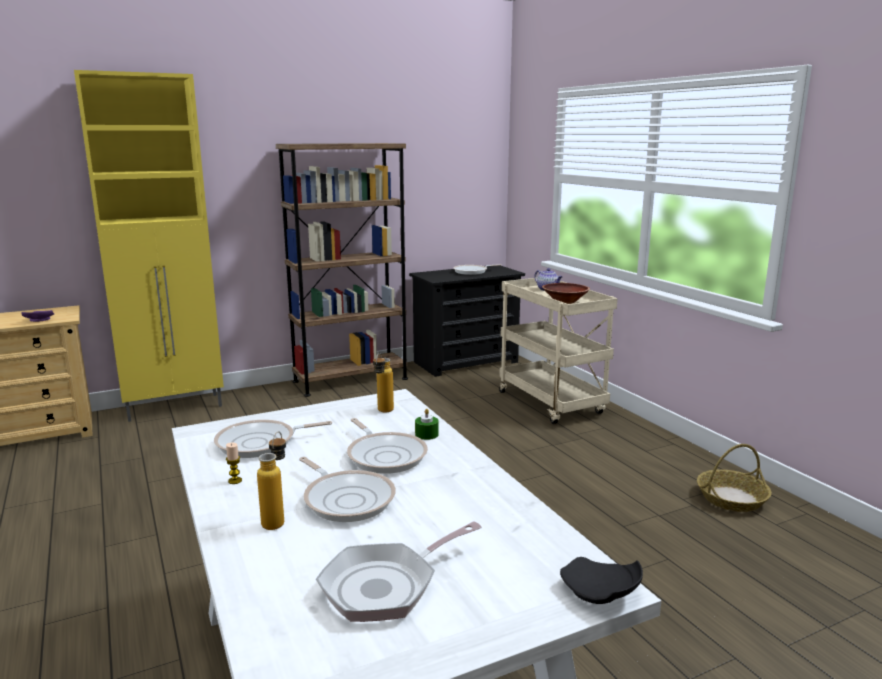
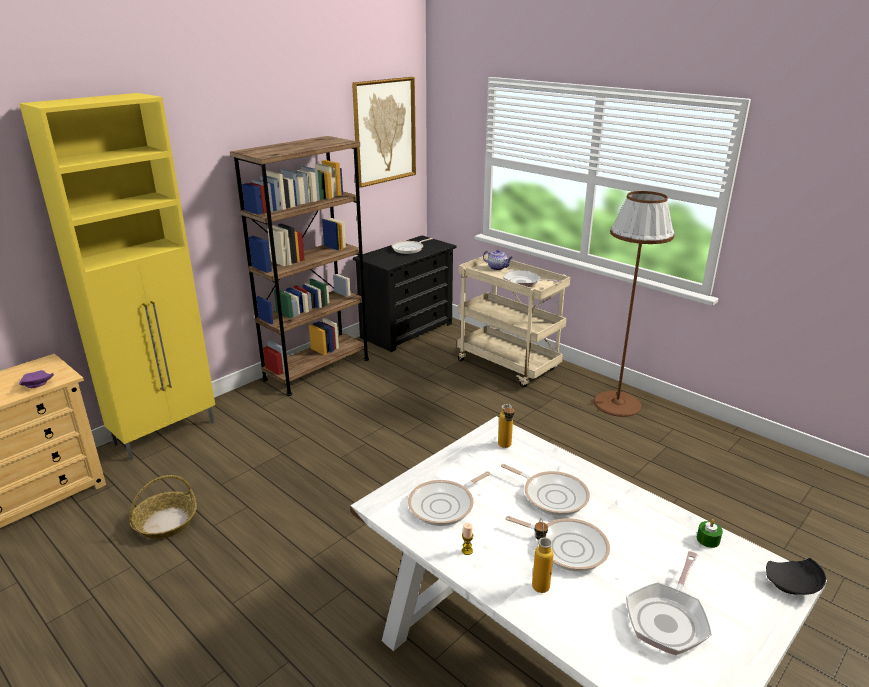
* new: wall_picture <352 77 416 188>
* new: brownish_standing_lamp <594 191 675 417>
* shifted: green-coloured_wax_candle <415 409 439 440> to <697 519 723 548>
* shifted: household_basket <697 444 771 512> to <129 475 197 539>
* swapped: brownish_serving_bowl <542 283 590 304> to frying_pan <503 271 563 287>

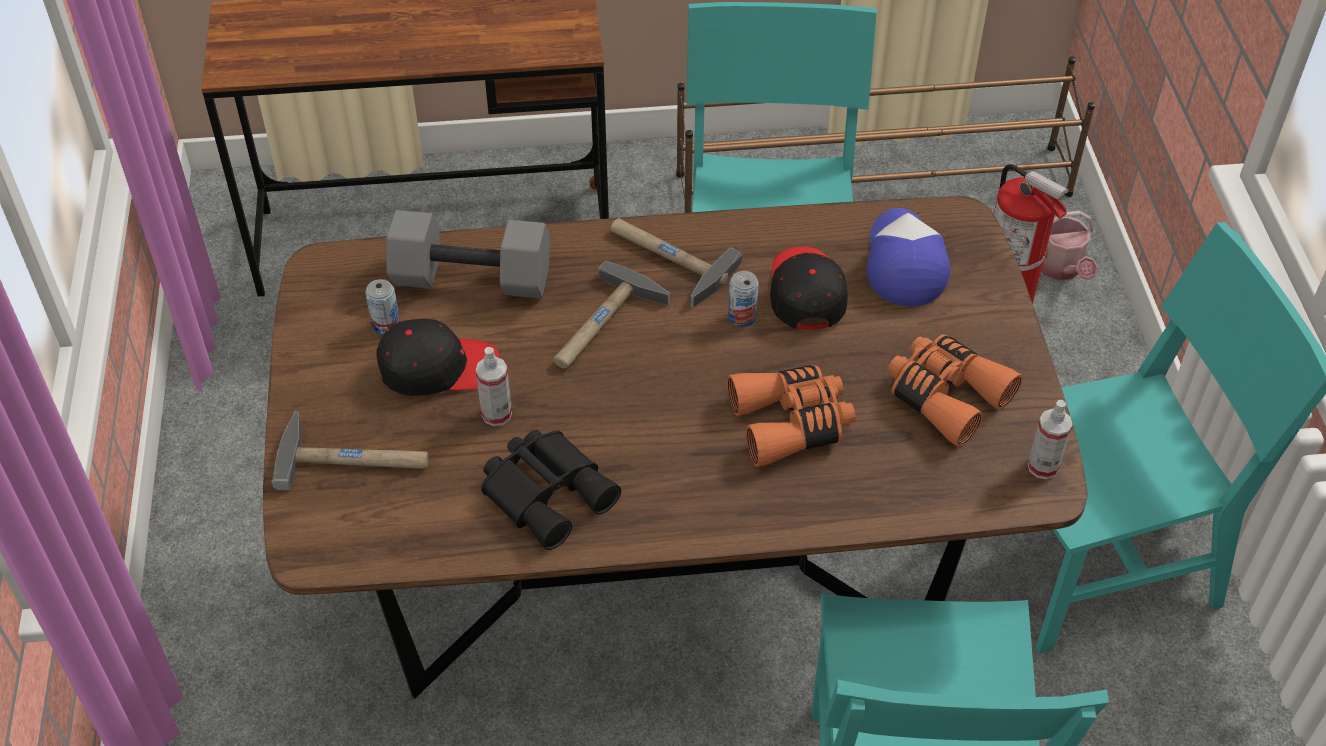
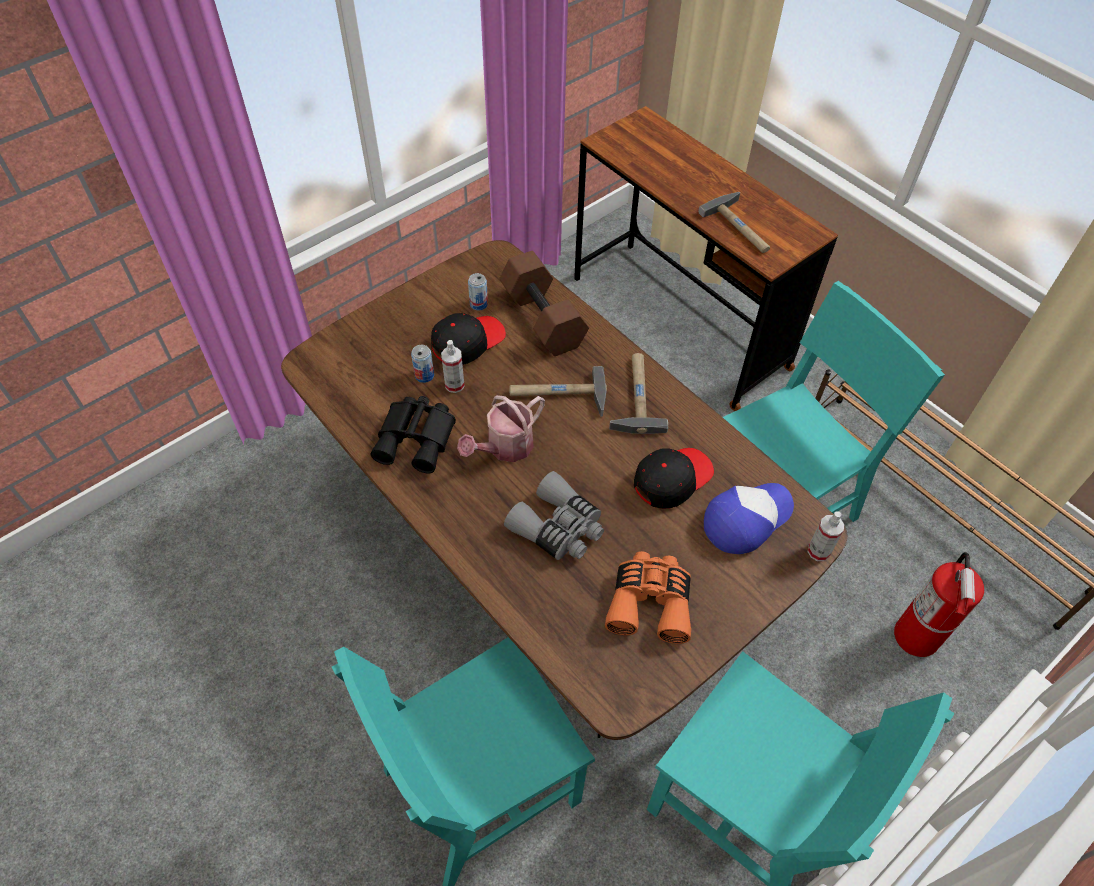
* shifted: tool_hammer <271 412 428 490> to <698 192 770 253>
* shifted: metal_can <728 271 759 327> to <411 345 434 383>
* shifted: spray_bottle <1027 400 1073 479> to <808 511 844 561>
* shifted: sprinkling_can <1041 211 1098 280> to <457 395 545 462>
* repainted: greyish_hand_weight <386 210 550 298> to brownish_hand_weight <499 251 589 356>
* repainted: orange_binoculars <727 365 855 467> to greyish_binoculars <504 471 604 560>
* rotated: black_cap <376 319 500 396> = <431 313 506 365> 90 degrees counterclockwise

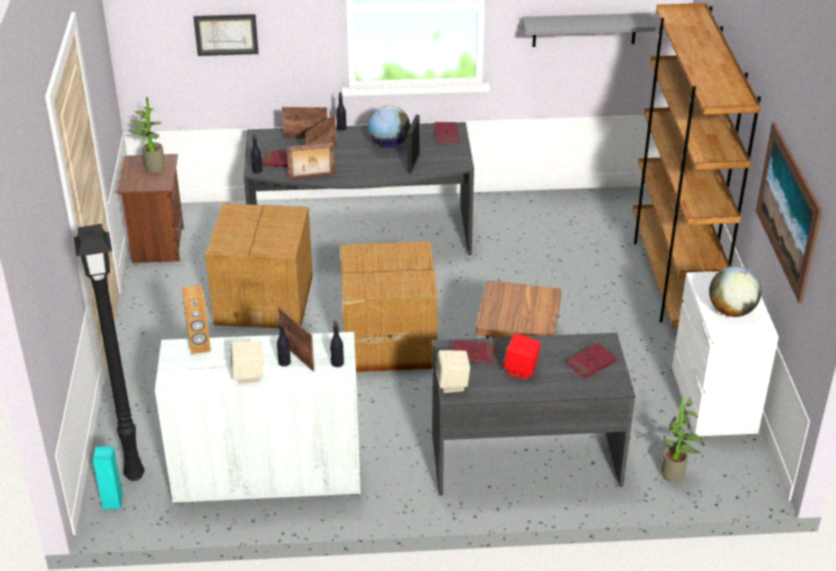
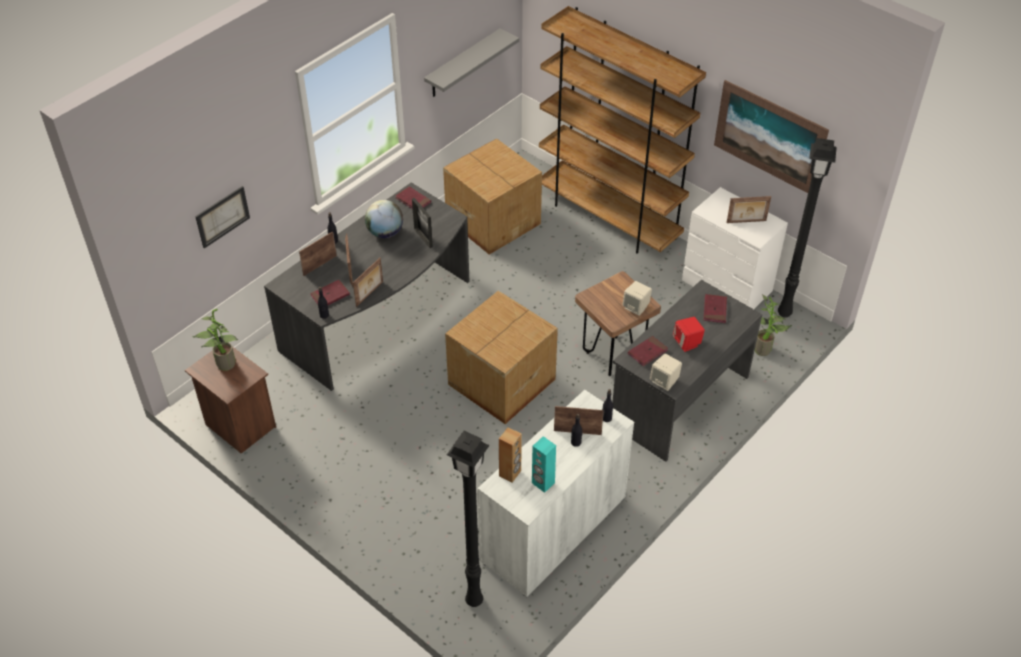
* new: black_standing_lamp <778 138 837 318>
* shifted: turquoise-coloured_audio_speaker <93 446 123 509> to <532 436 556 493>
* shifted: cardboard_box <205 203 313 328> to <443 138 542 255>
* shifted: beige_audio_speaker <231 341 263 385> to <622 281 652 316>
* swapped: desk_globe <709 266 761 317> to photo_frame <726 196 771 223>

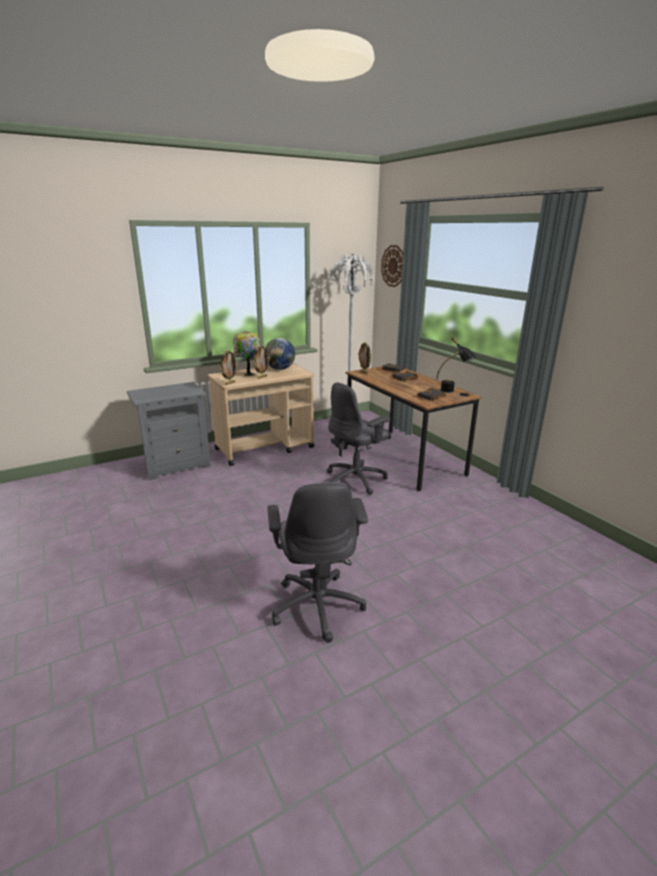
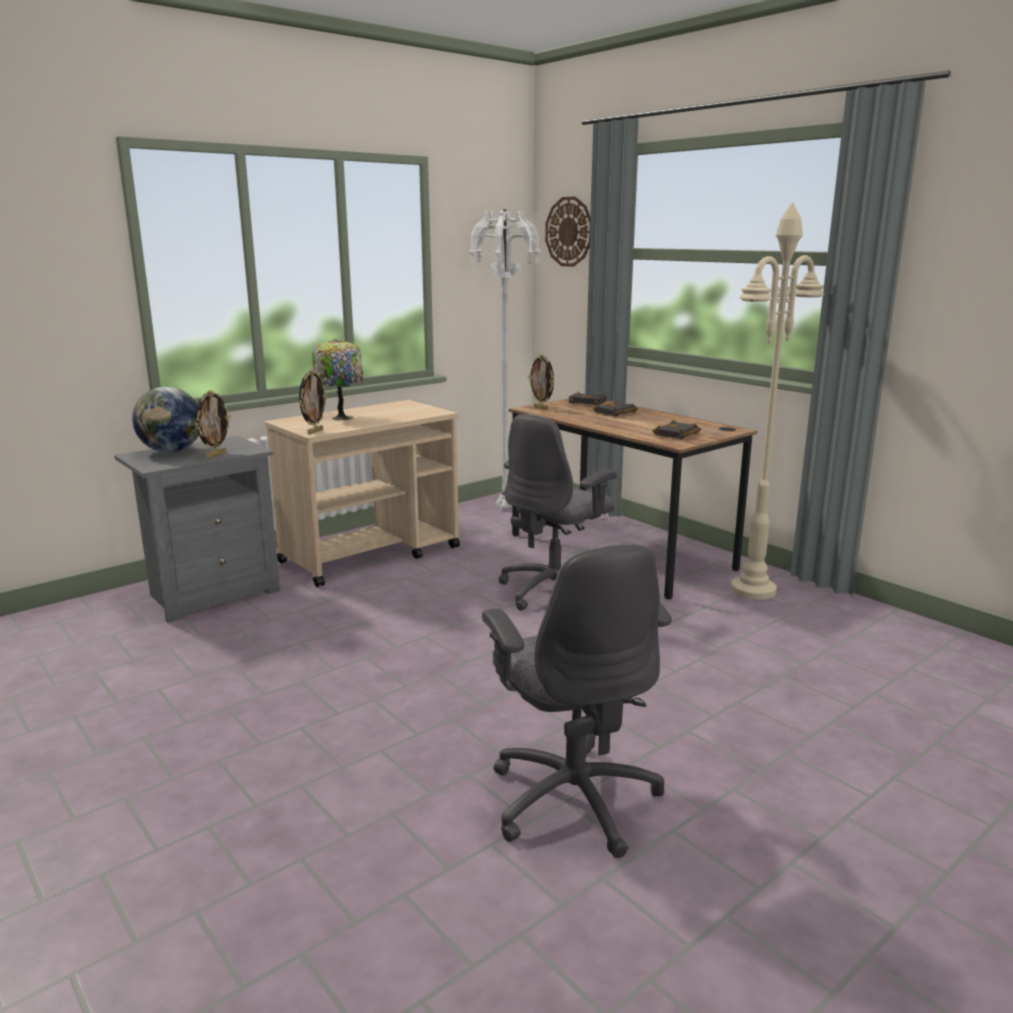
* gone: black_table_lamp <437 337 476 392>
* new: beige_standing_lamp <731 202 824 600>
* shifted: photo_frame <254 345 270 379> to <195 390 231 458>
* shifted: desk_globe <266 338 295 370> to <132 387 199 453>

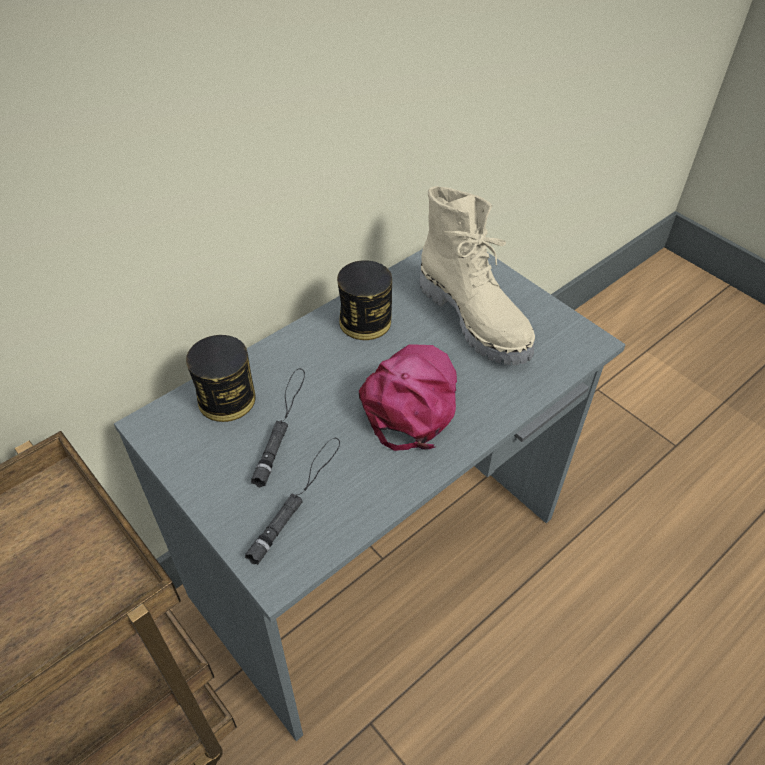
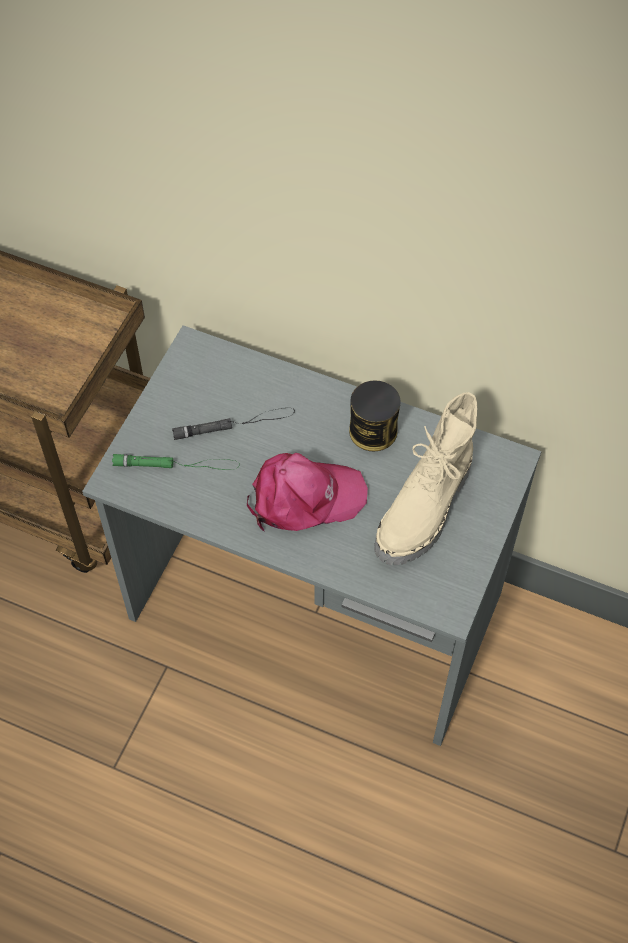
* gone: metal_can <186 335 255 422>
* repainted: black_flashlight <245 438 340 565> to green-coloured_flashlight <112 454 240 470>

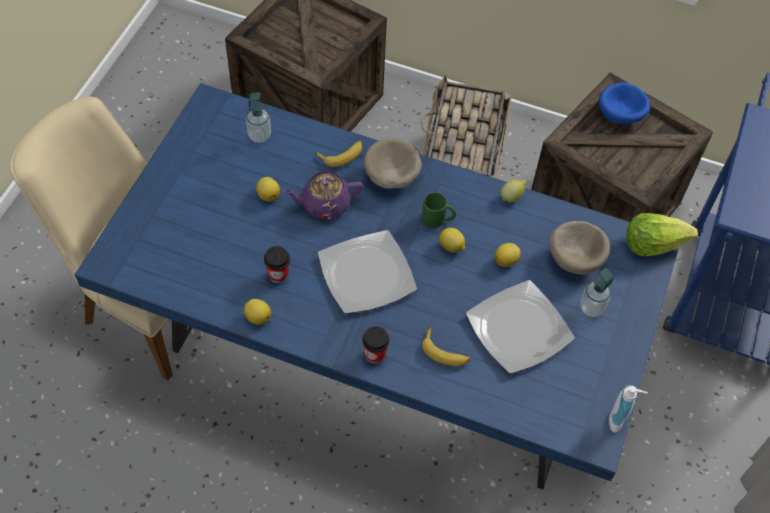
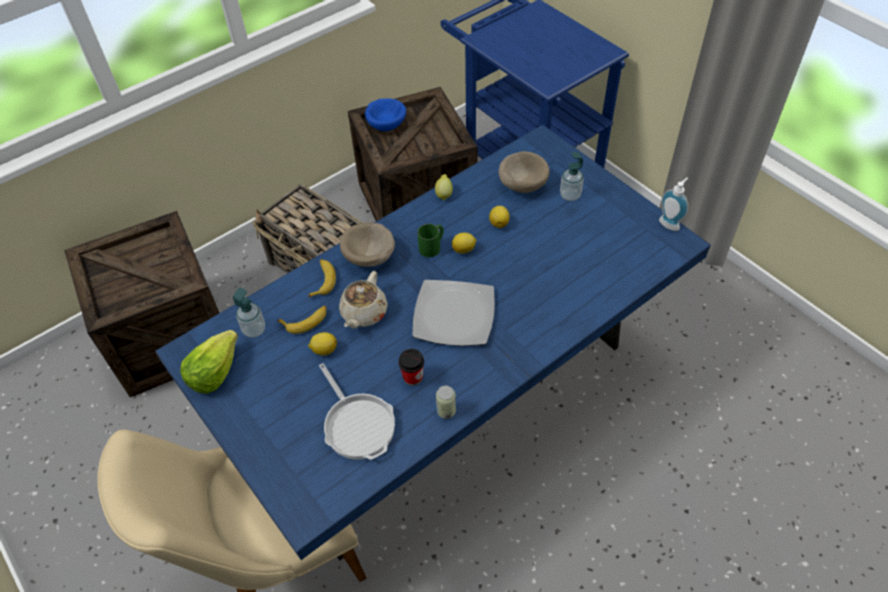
* gone: cup <362 326 389 364>
* gone: flat_dish <466 280 575 374>
* new: frying_pan <319 363 395 460>
* shifted: banana <422 327 471 366> to <278 306 327 334>
* shifted: lettuce <626 213 698 256> to <180 330 238 394>
* swapped: lemon <244 299 271 325> to metal_can <436 385 456 419>
* repainted: purplish_teapot <284 171 363 219> to beige_teapot <339 271 388 329>

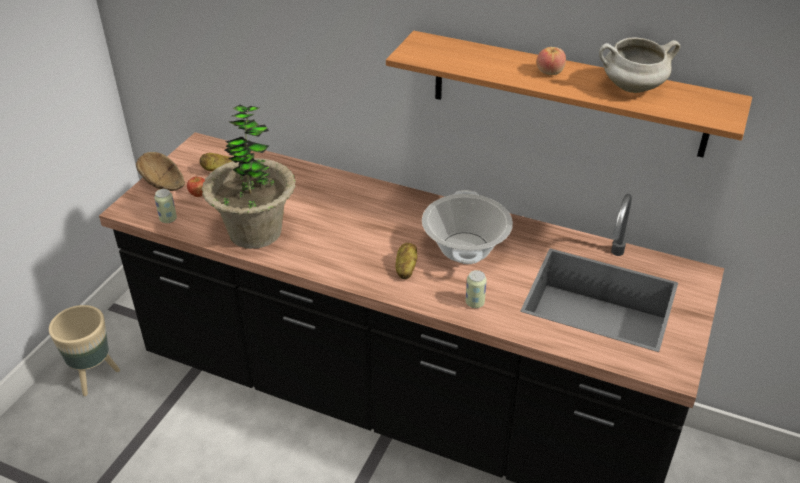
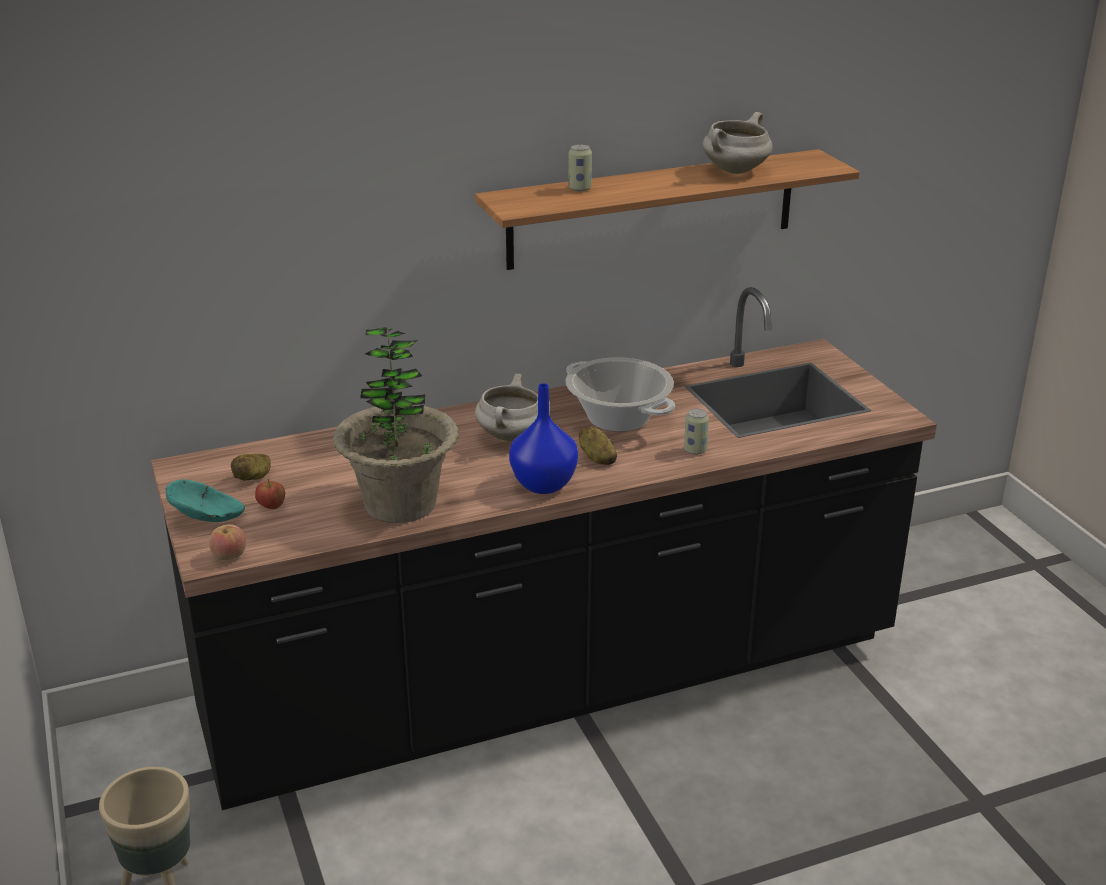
* new: white_cooking_pot <475 373 538 441>
* new: blue-coloured_vase <509 383 578 494>
* shifted: metal_can <154 189 177 223> to <568 144 592 191>
* shifted: whole_apple <537 47 566 75> to <209 524 246 560>
* repainted: brownish_serving_bowl <136 152 185 191> to turquoise-coloured_serving_bowl <165 480 245 522>

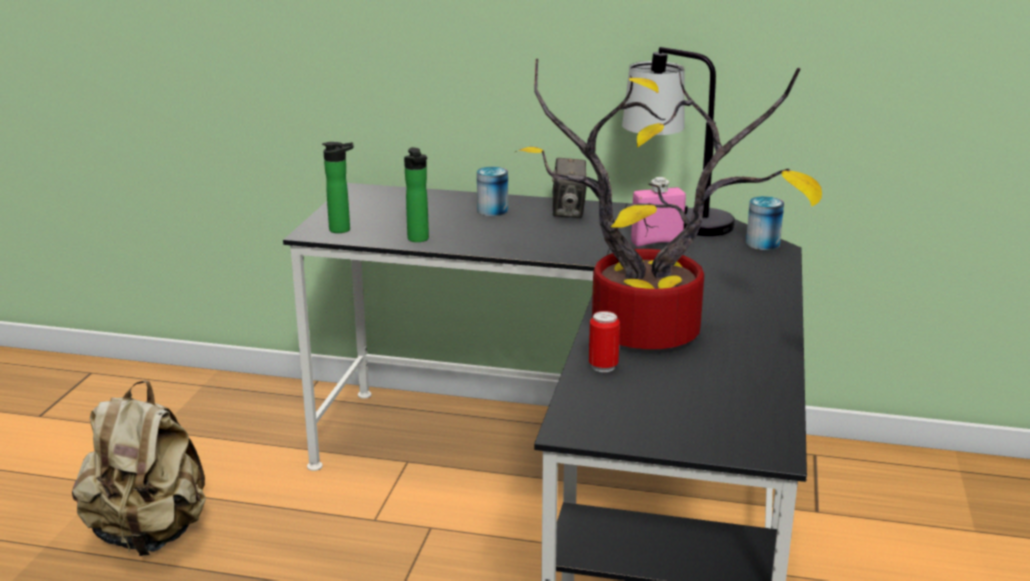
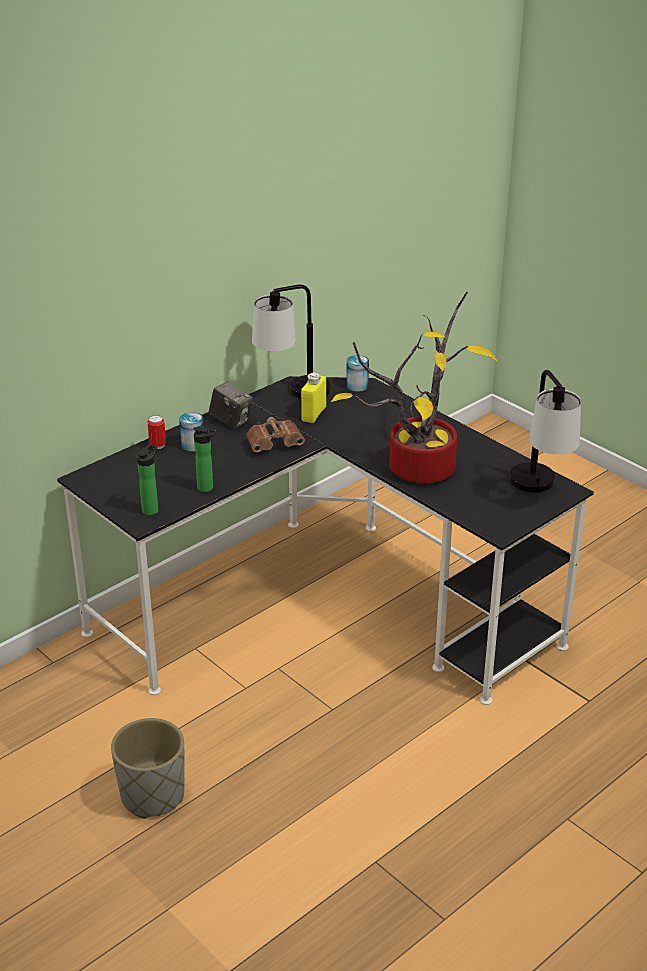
* new: brownish_binoculars <246 417 305 453>
* new: table_lamp <509 370 581 493>
* shifted: metal_can <589 311 620 372> to <147 415 166 449>
* swapped: beige_backpack <72 380 206 556> to greyish_planter <111 718 185 819>
* repainted: pinkish_beverage_bottle <631 177 686 247> to yellow-coloured_beverage_bottle <301 373 326 423>

